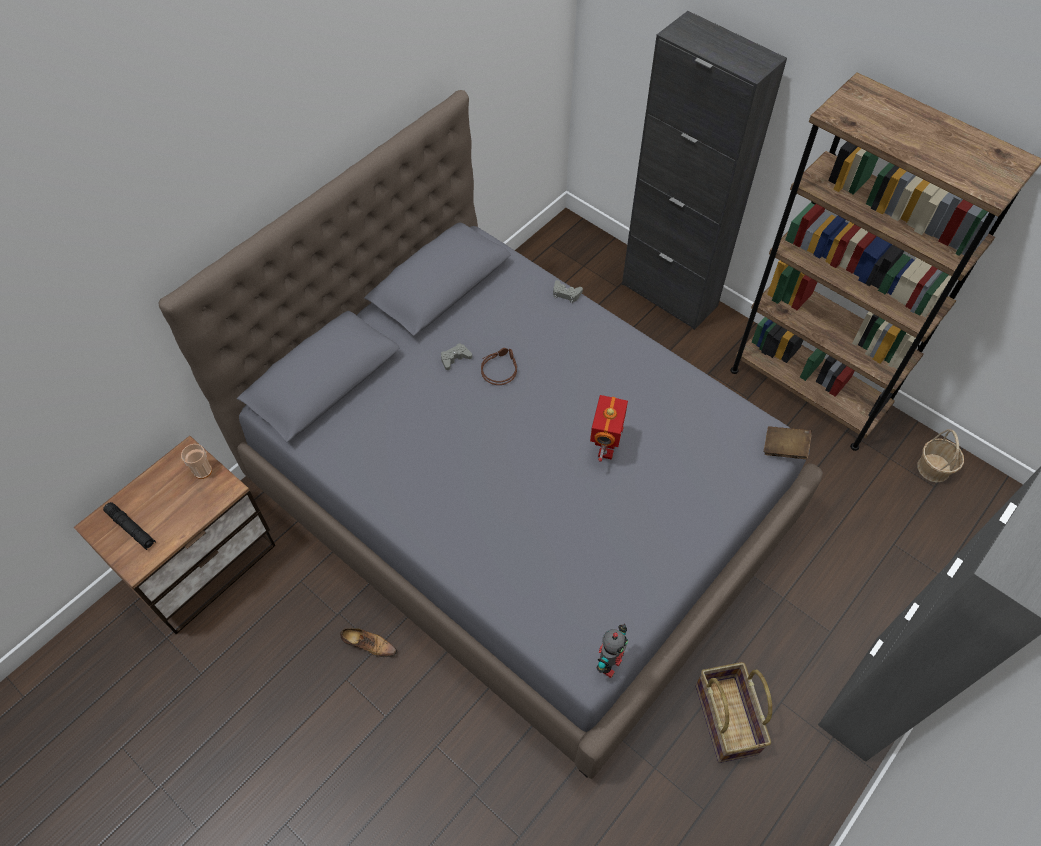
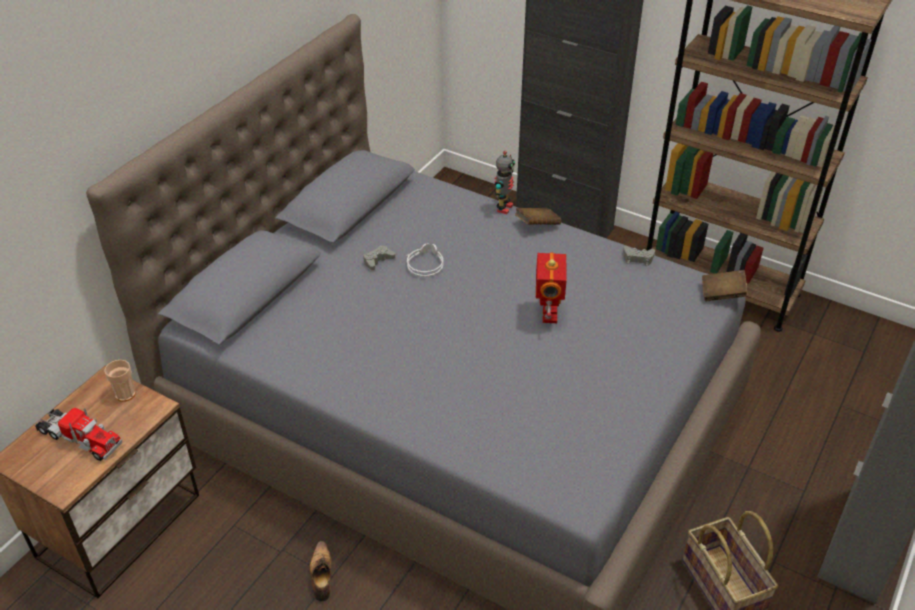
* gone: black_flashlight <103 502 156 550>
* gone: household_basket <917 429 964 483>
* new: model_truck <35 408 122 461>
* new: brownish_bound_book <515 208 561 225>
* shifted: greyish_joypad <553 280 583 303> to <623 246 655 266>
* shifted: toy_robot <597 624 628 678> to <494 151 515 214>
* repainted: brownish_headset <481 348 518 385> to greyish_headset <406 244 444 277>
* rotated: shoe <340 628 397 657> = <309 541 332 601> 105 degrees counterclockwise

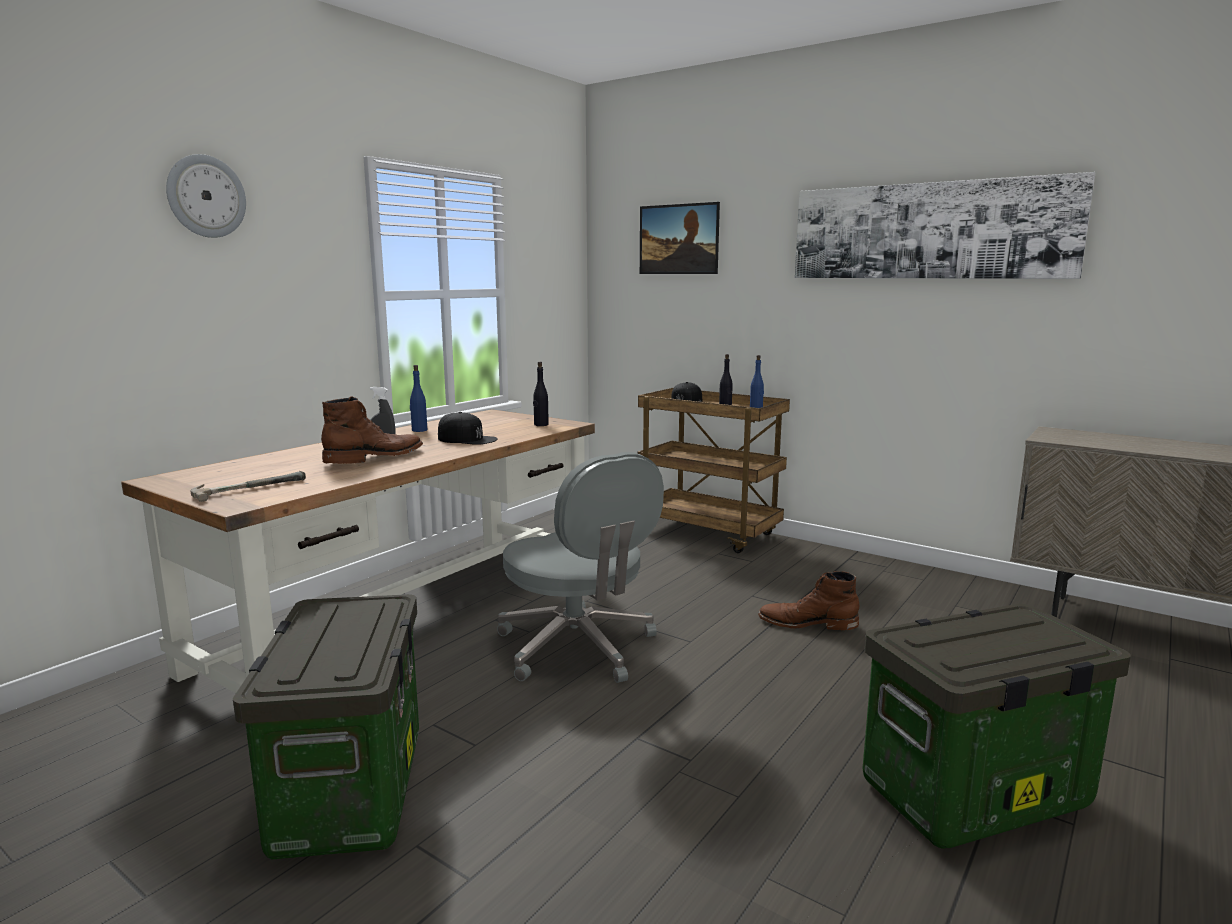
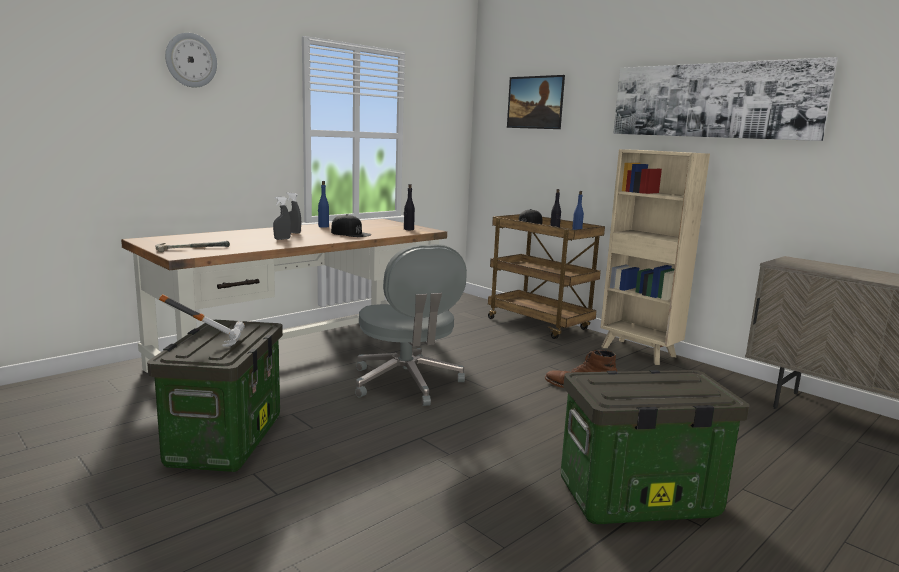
* new: tool_hammer <159 294 245 347>
* new: beige_bookcase <600 149 710 365>
* swapped: brownish_boot <321 396 423 464> to greyish_spray_bottle <273 197 291 240>

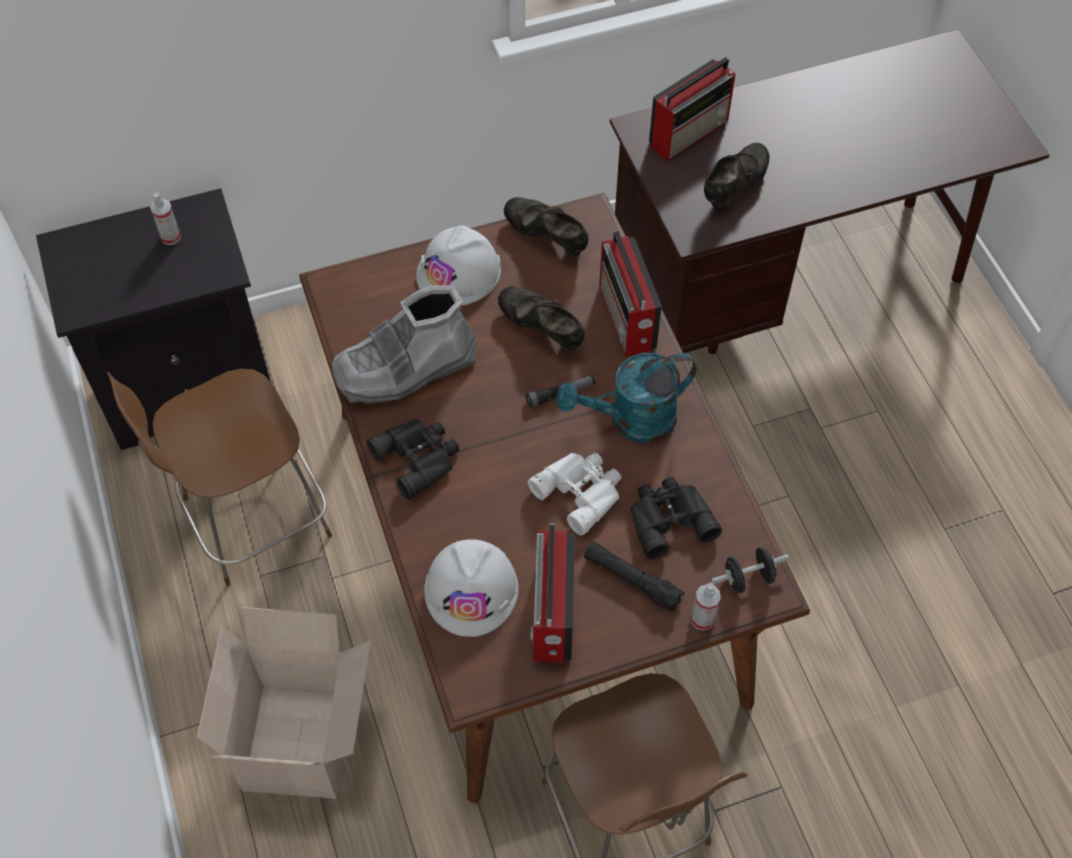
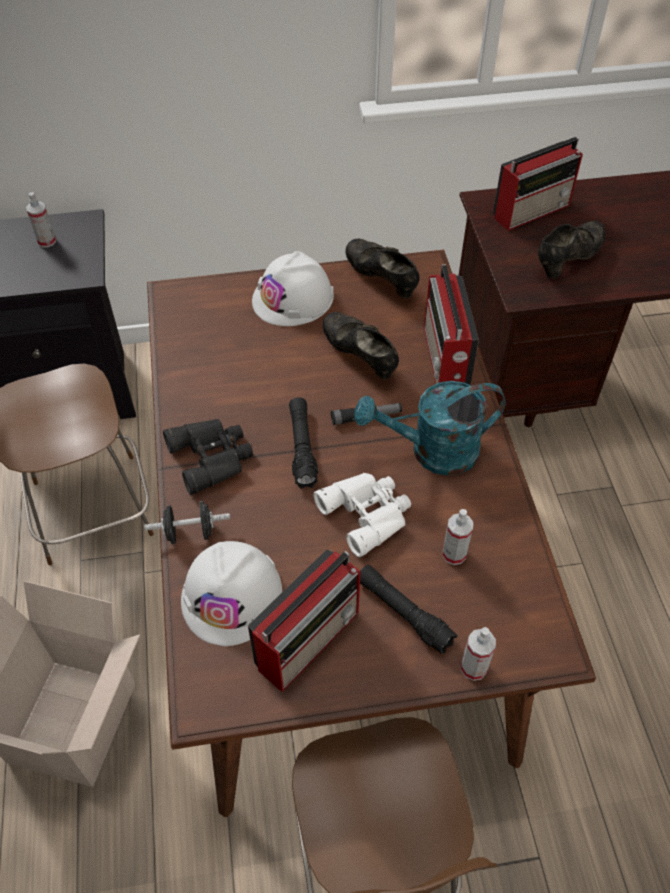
* gone: greyish_boot <331 285 477 404>
* new: black_flashlight <289 397 318 489>
* shifted: black_hand_weight <711 547 789 593> to <144 501 230 544>
* swapped: black_binoculars <630 477 722 559> to spray_bottle <442 509 473 565>
* rotated: radio_set <530 524 575 662> = <248 549 361 692> 150 degrees counterclockwise

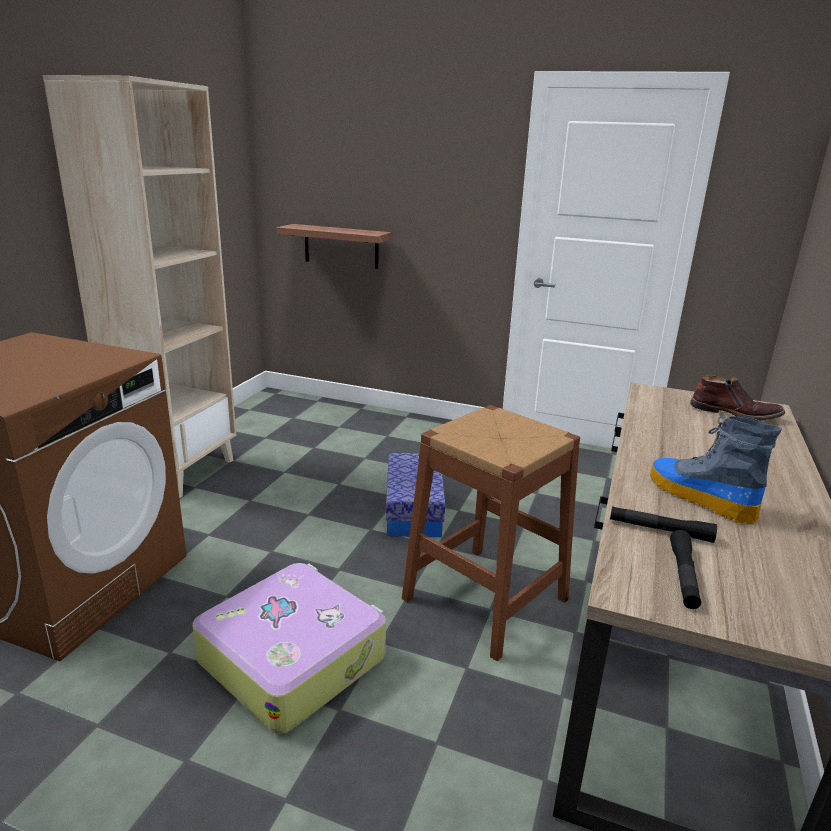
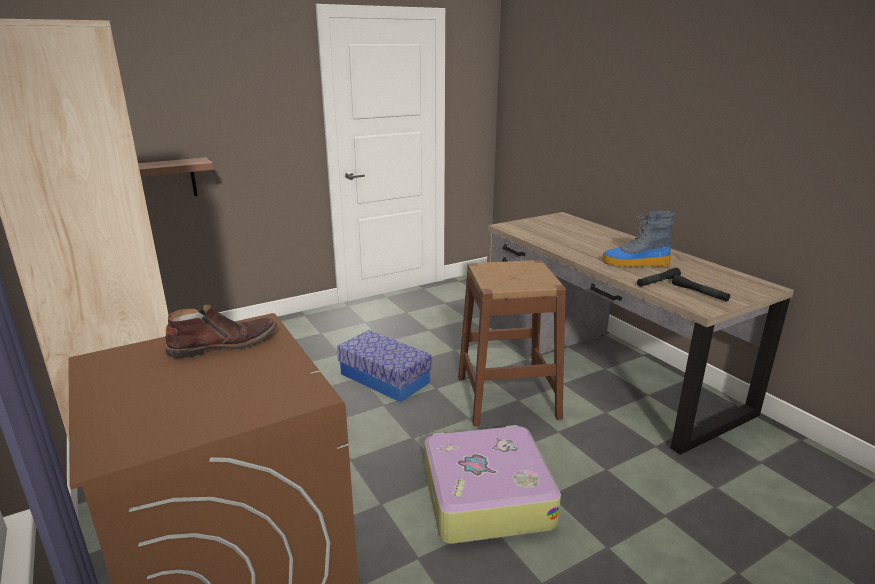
* shifted: brownish_boot <690 375 785 421> to <165 305 277 358>

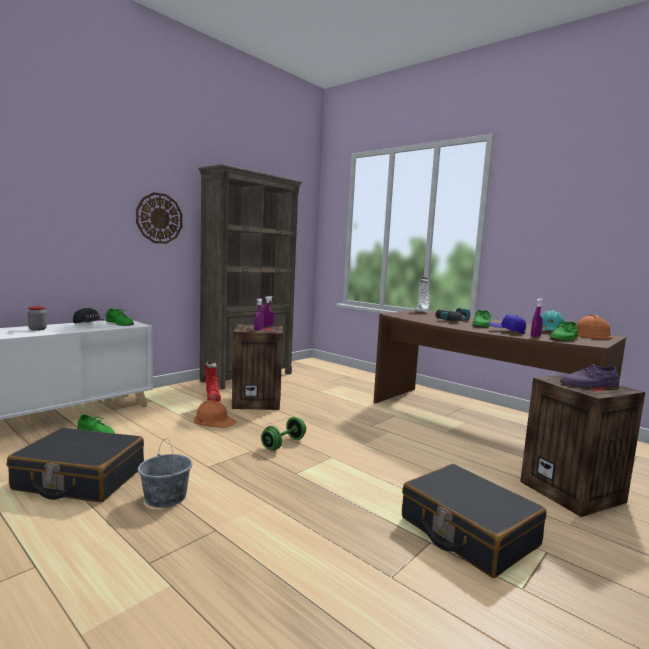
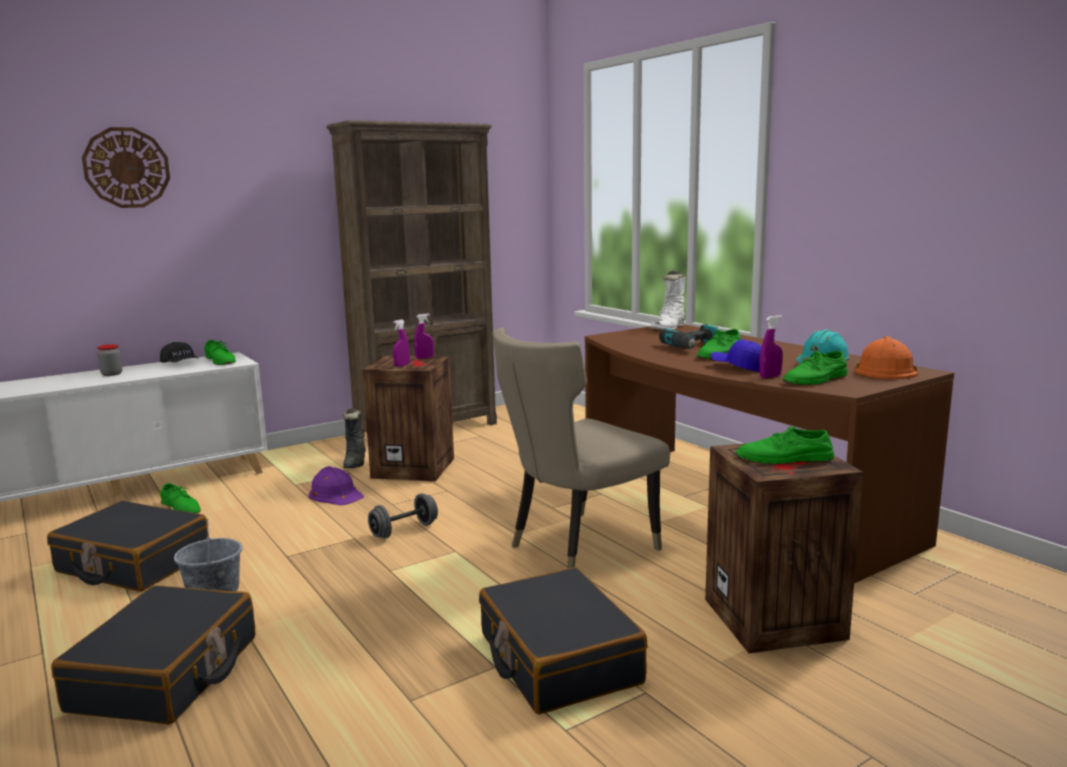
* new: black_travel_case <51 585 255 725>
* new: beige_plain_chair <492 327 670 569>
* shifted: clock_on_the_wall <136 192 182 244> to <82 127 170 208>
* repainted: orange_safety_helmet <194 400 236 428> to purplish_safety_helmet <308 466 364 505>
* repainted: red_boot <205 360 221 402> to black_boot <343 408 366 468>
* repainted: green-coloured_hand_weight <261 417 306 450> to greyish_hand_weight <368 493 438 539>
* repainted: purplish_shoe <560 364 619 388> to green-coloured_shoe <736 426 834 464>

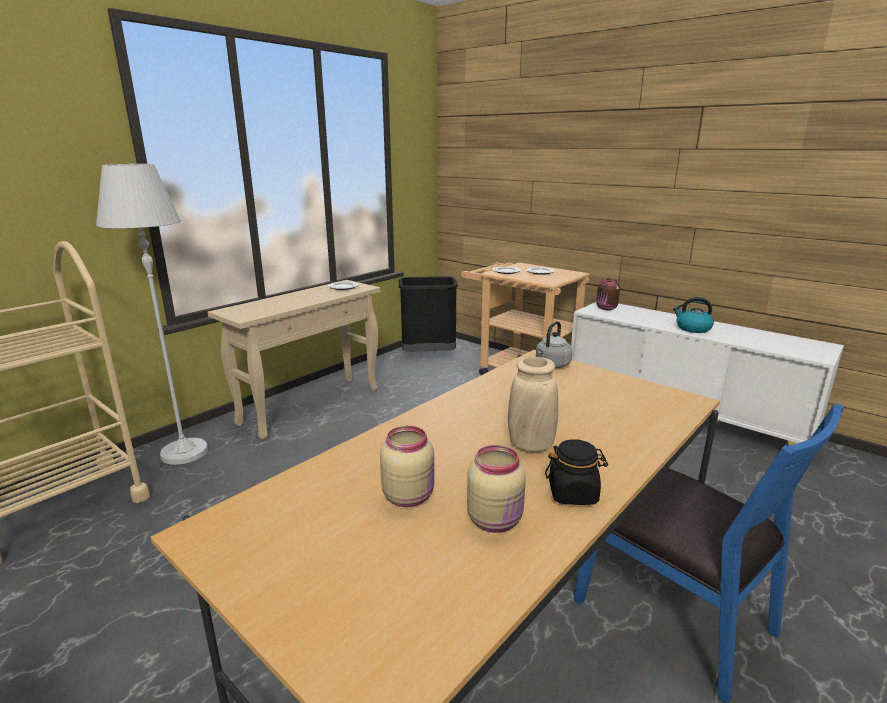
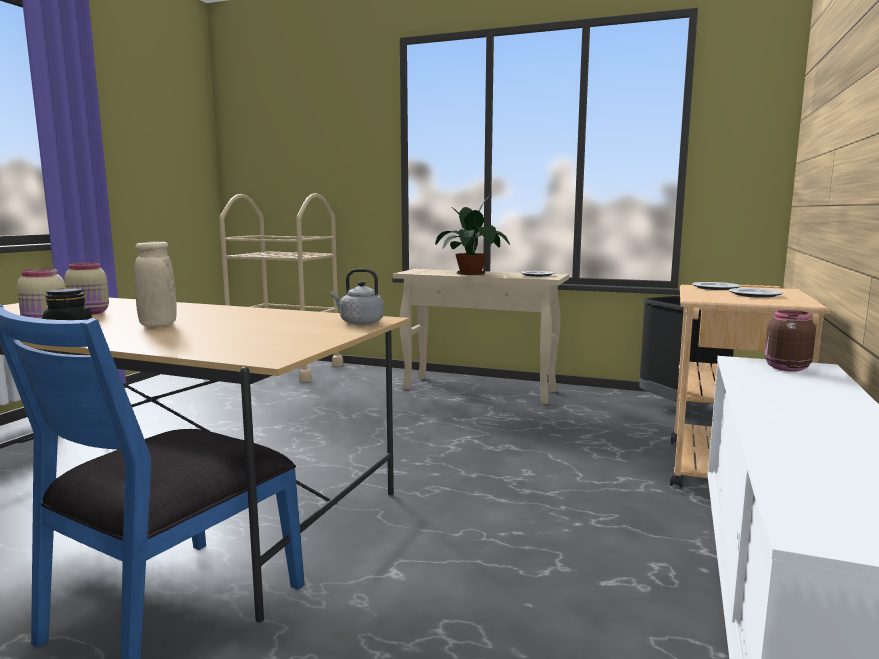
* gone: white_standing_lamp <96 164 208 465>
* gone: kettle <673 297 714 333>
* new: potted_plant <435 193 510 275>

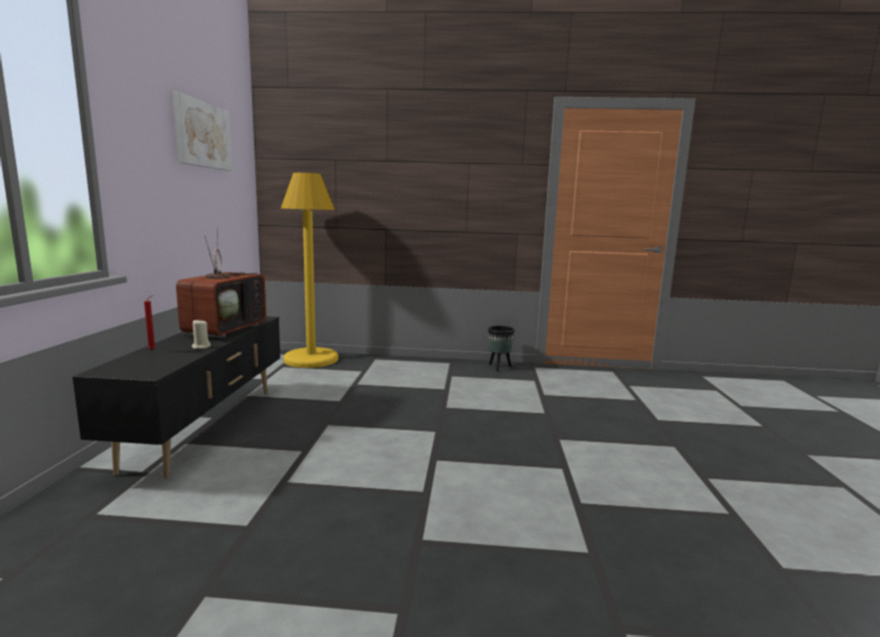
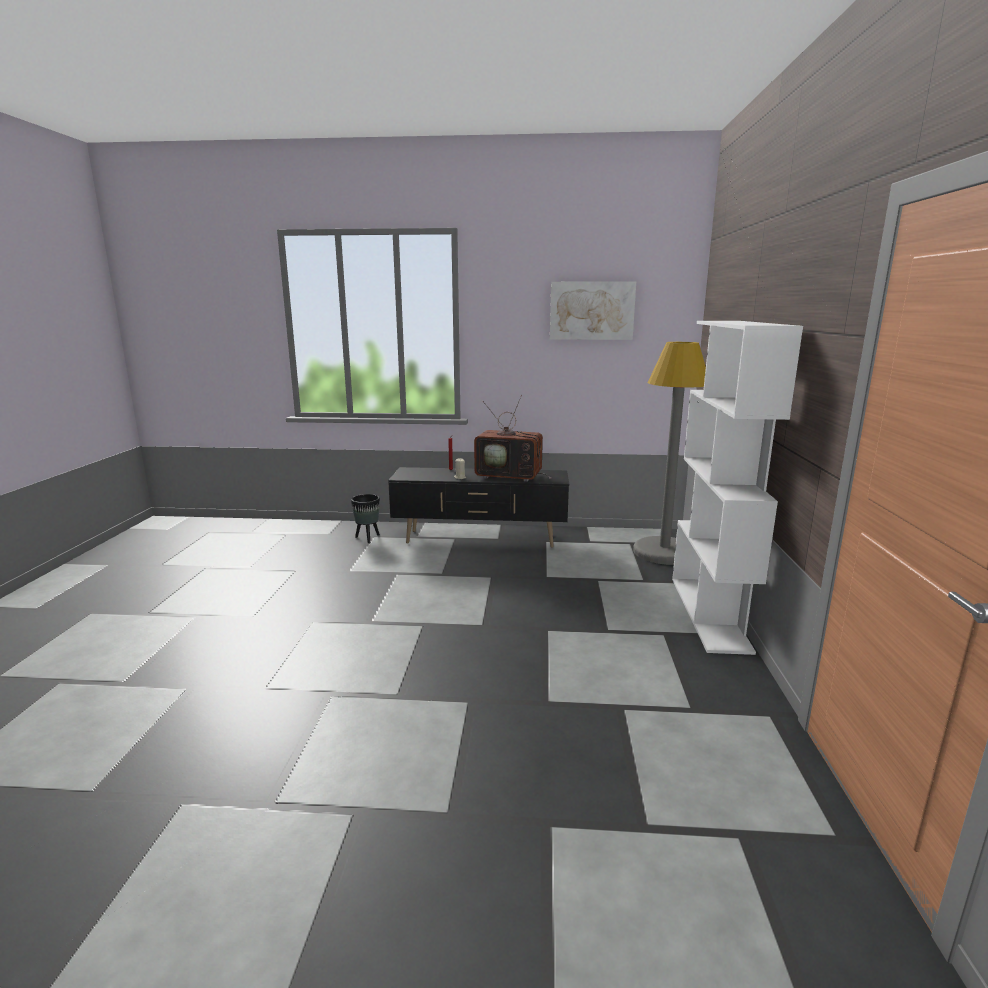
* new: white_bookcase <672 321 803 655>
* shifted: black_planter <488 326 515 371> to <351 494 380 543>
* repainted: yellow-coloured_standing_lamp <281 173 338 368> to greyish_standing_lamp <633 342 706 565>

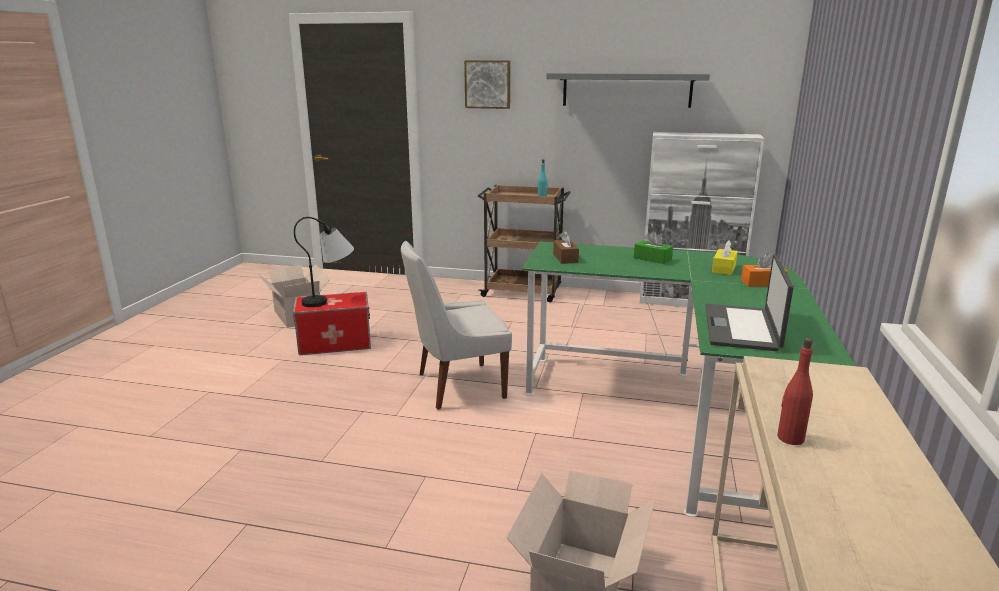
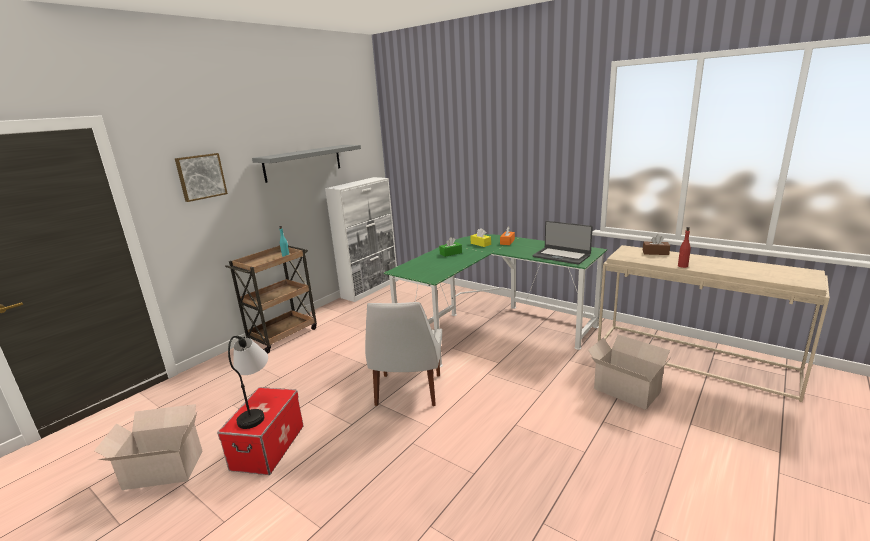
* shifted: brownish_tissue_holder <553 231 579 264> to <643 235 670 255>

